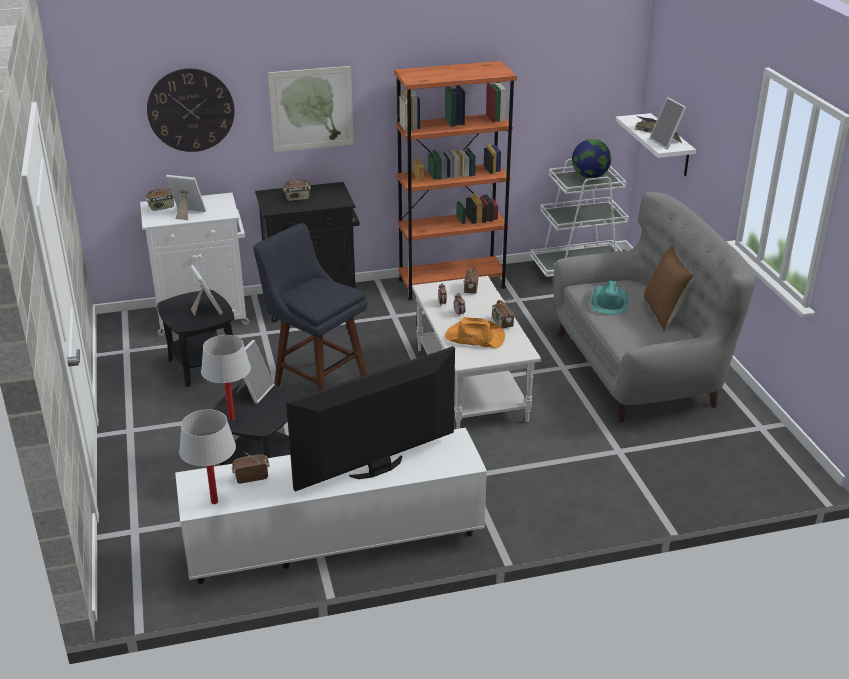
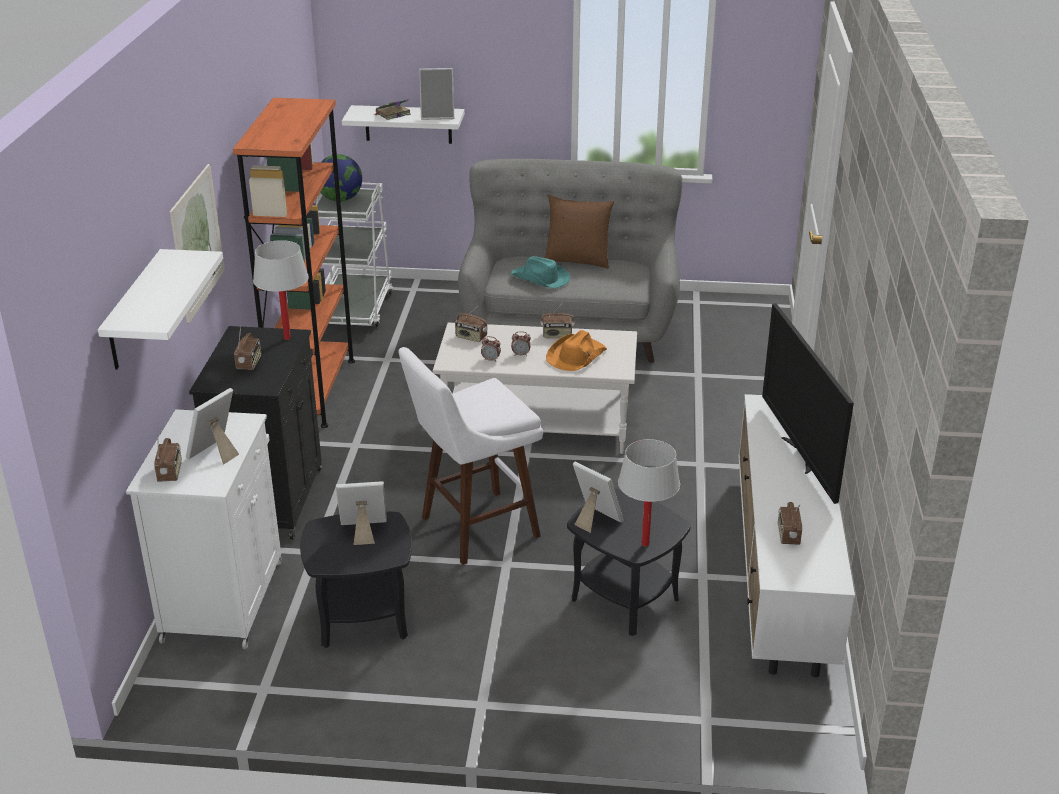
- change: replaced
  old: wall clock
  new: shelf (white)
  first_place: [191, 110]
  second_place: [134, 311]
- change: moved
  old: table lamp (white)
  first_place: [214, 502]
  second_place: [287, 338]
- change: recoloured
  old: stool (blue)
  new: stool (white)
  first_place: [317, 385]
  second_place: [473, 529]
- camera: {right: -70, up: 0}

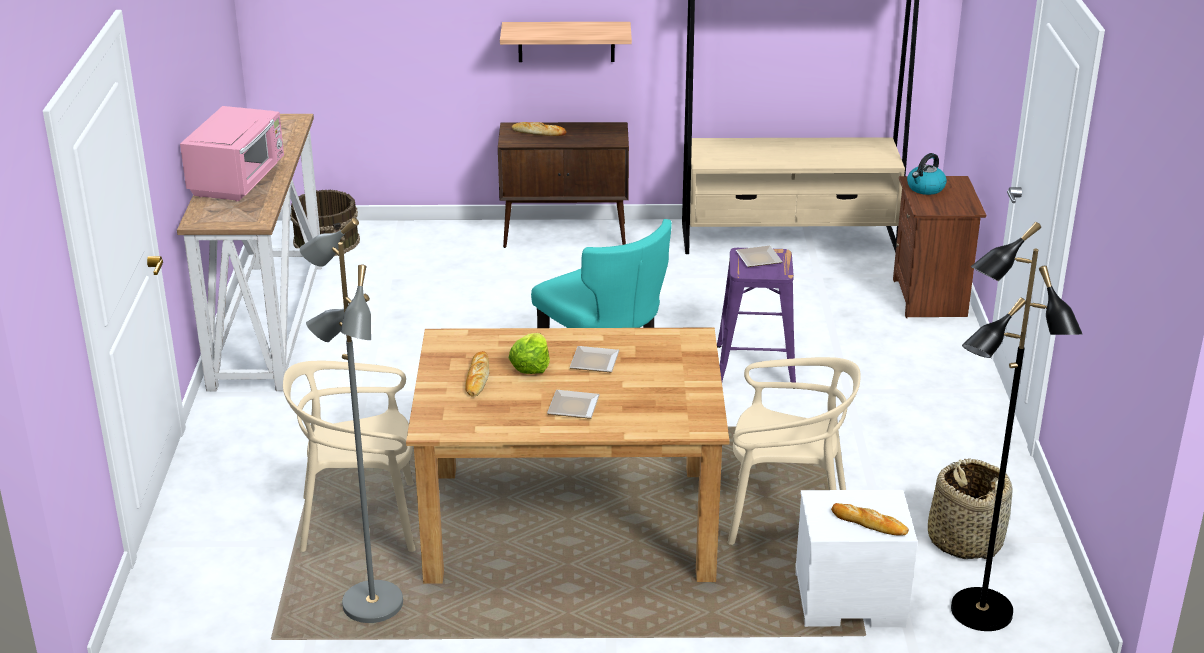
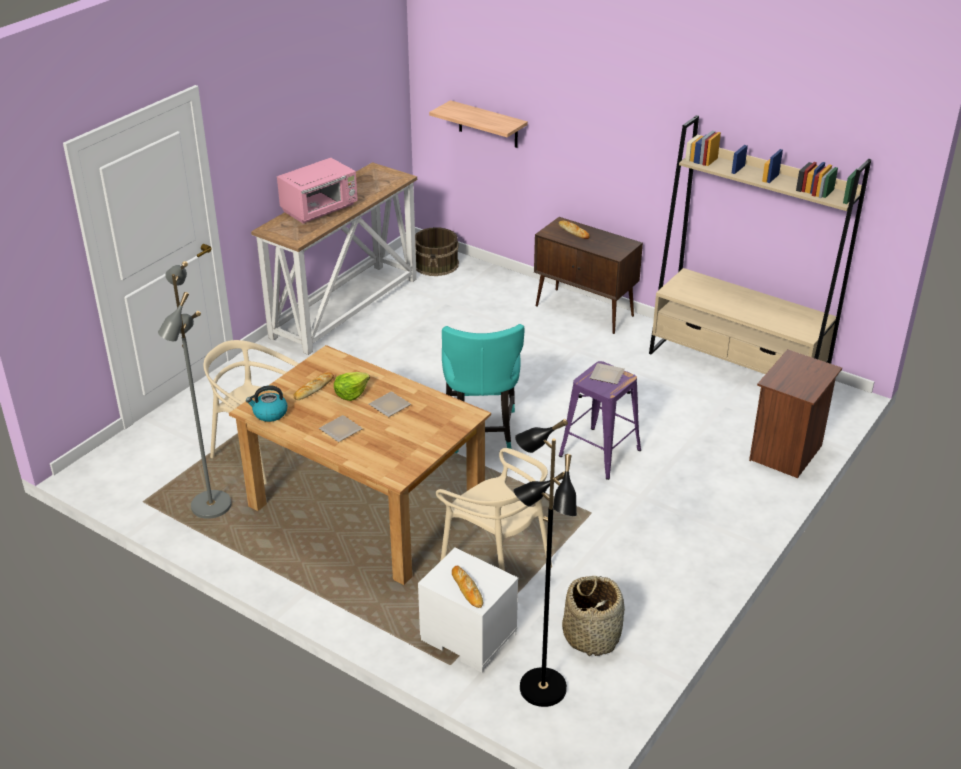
- change: moved
  old: shelf
  first_place: [566, 41]
  second_place: [488, 124]
- change: moved
  old: kettle
  first_place: [925, 188]
  second_place: [269, 413]
- camera: {right: 35, up: 5}

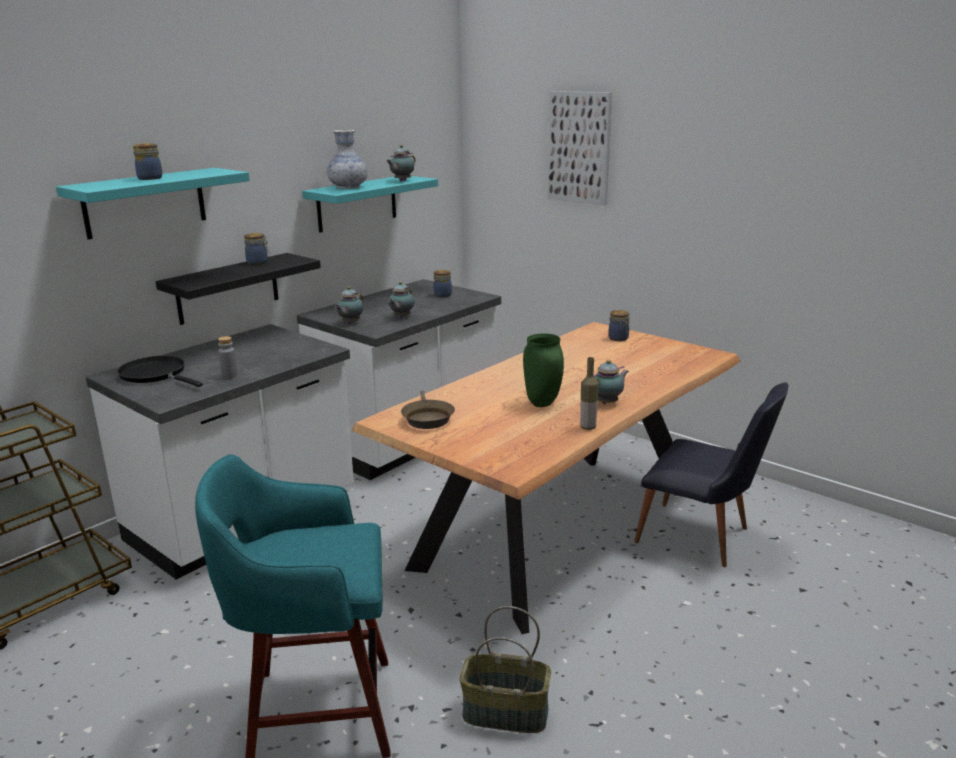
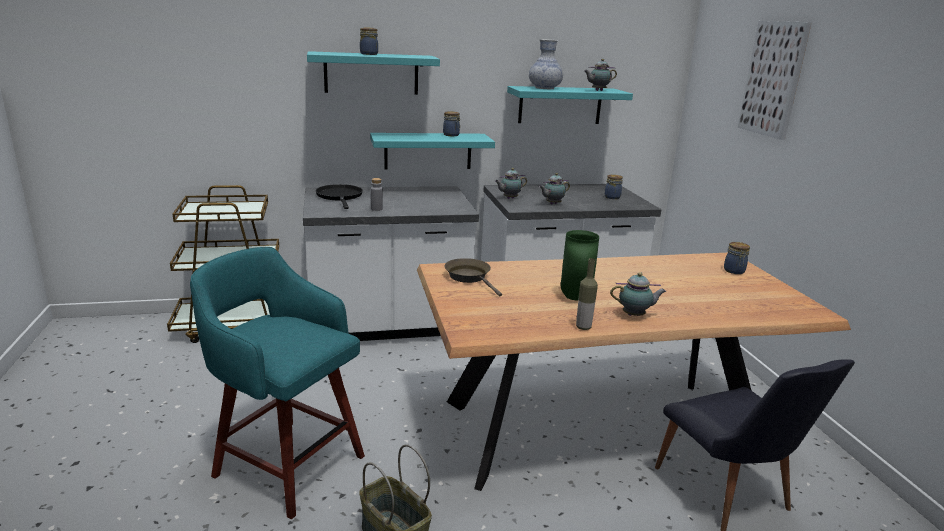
- change: recoloured
  old: shelf (black)
  new: shelf (turquoise)
  first_place: [228, 288]
  second_place: [428, 151]
- change: turned
  old: frying pan (brown)
  first_place: [427, 418]
  second_place: [470, 277]
  degrees: 120
- camera: {right: 35, up: 0}

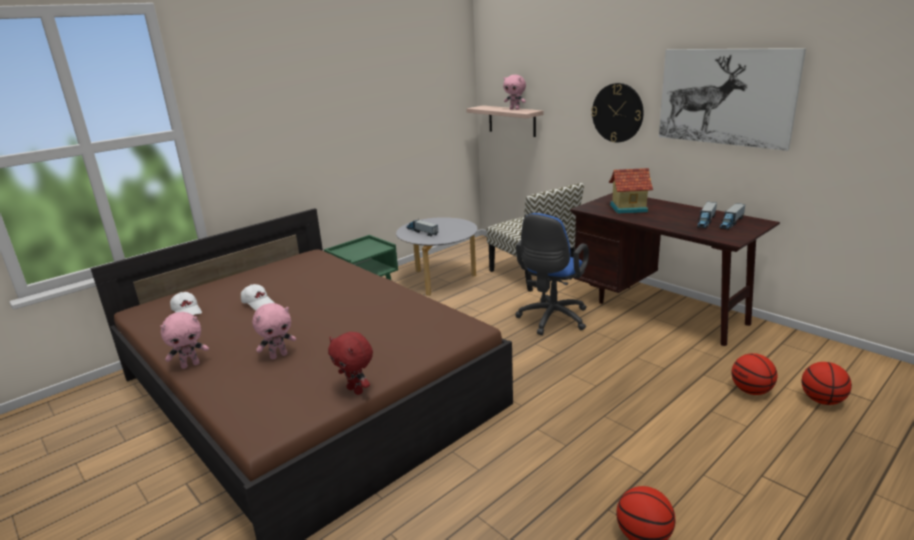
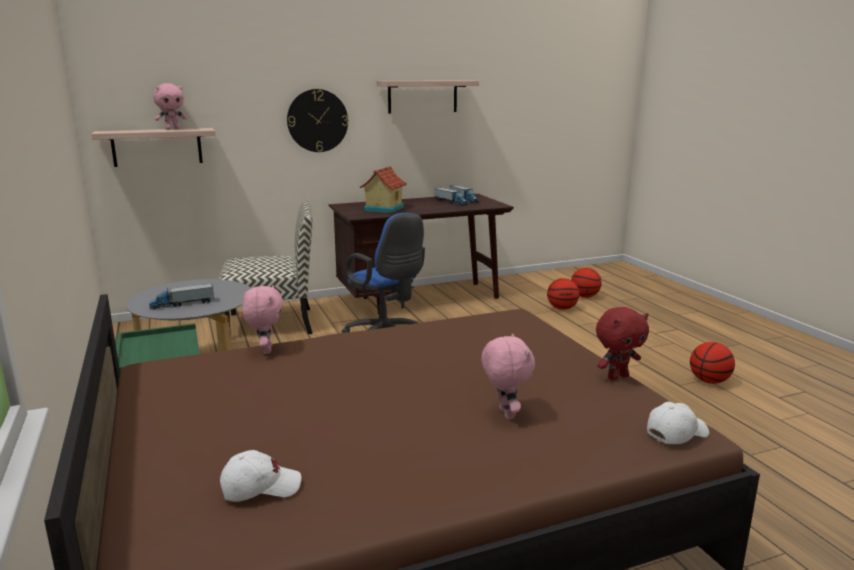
- change: moved
  old: plush toy (pink)
  first_place: [190, 365]
  second_place: [265, 350]
- change: moved
  old: cap (white)
  first_place: [258, 303]
  second_place: [676, 433]
- change: replaced
  old: picture
  new: shelf
  first_place: [725, 97]
  second_place: [422, 96]
- camera: {right: -70, up: -5}

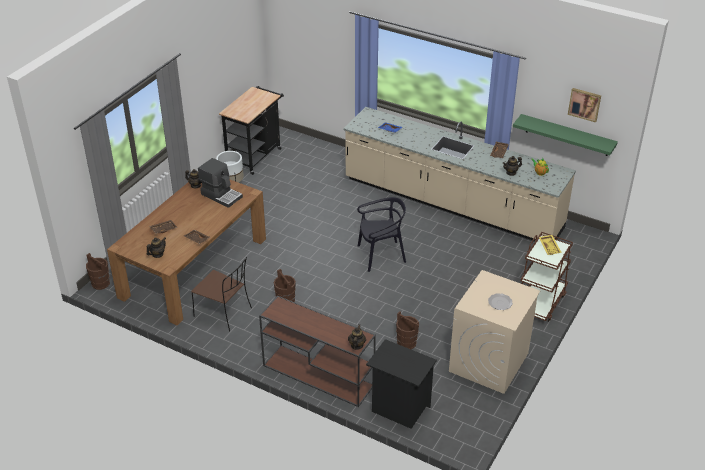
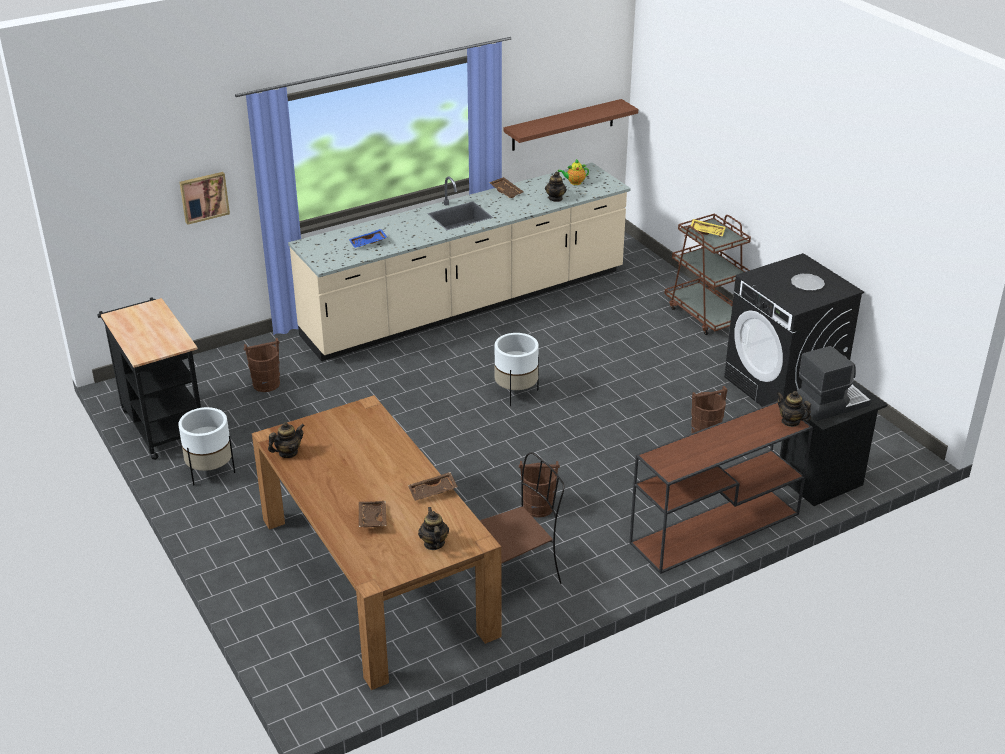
- change: moved
  old: bucket (brown)
  first_place: [100, 283]
  second_place: [266, 384]
- change: moved
  old: coffee machine
  first_place: [221, 195]
  second_place: [830, 403]
- change: replaced
  old: chair (black)
  new: planter (white)
  first_place: [381, 255]
  second_place: [516, 393]
- change: recoloured
  old: washing machine (beige)
  new: washing machine (black)
  first_place: [488, 362]
  second_place: [784, 387]
- change: recoloured
  old: shelf (green)
  new: shelf (brown)
  first_place: [567, 135]
  second_place: [563, 125]
- change: moved
  old: picture
  first_place: [584, 104]
  second_place: [204, 197]
- camera: {right: -60, up: -5}

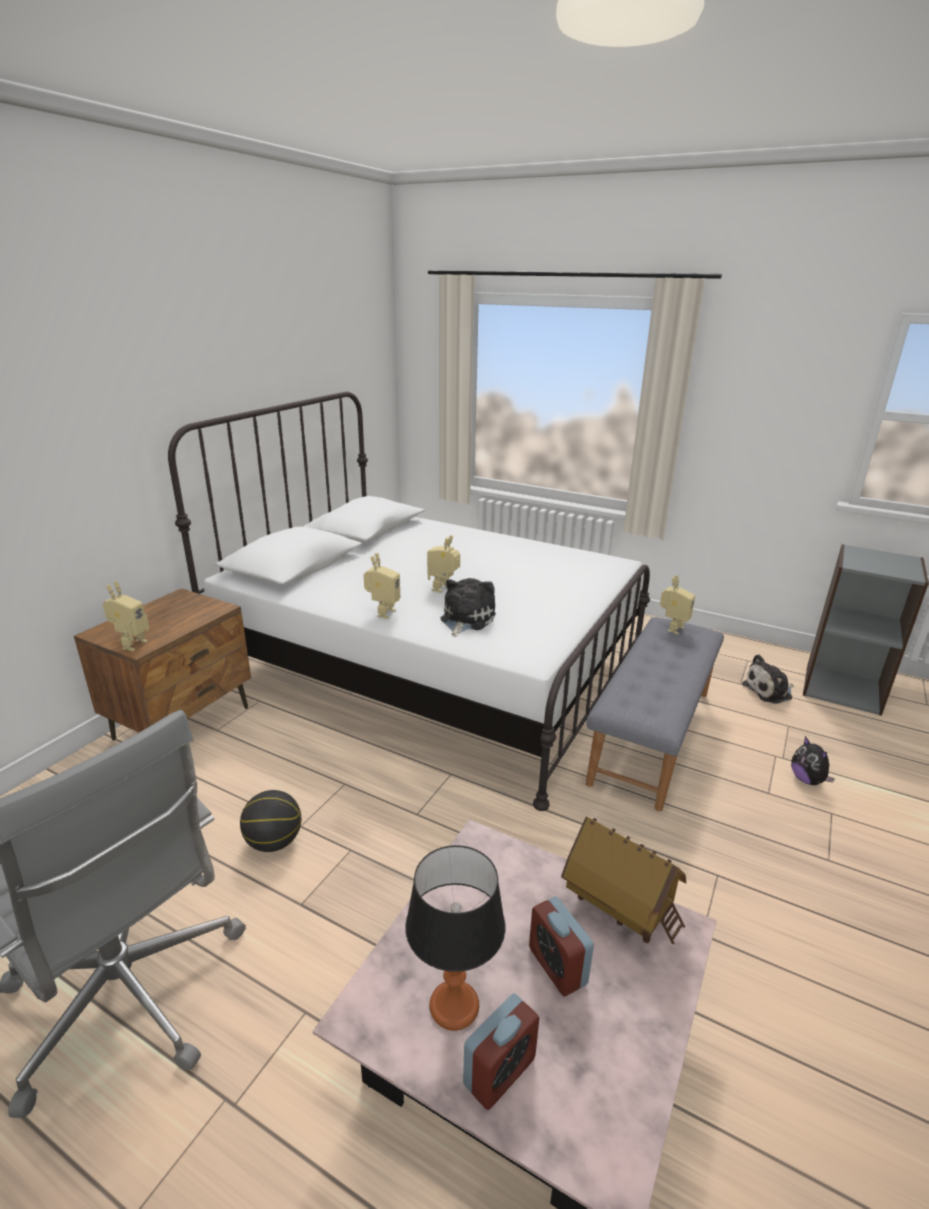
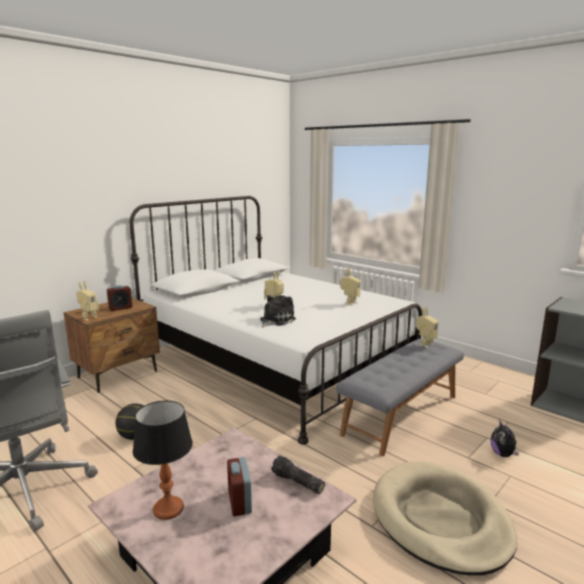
- change: moved
  old: toy robot
  first_place: [383, 613]
  second_place: [349, 303]
- change: moved
  old: alarm clock
  first_place: [499, 1072]
  second_place: [120, 308]
- change: replaced
  old: toy house
  new: flashlight
  first_place: [620, 909]
  second_place: [297, 483]
- change: removed
  old: plush toy
  first_place: [769, 691]
- change: added
  new: dog bed (beige)
  second_place: [440, 520]
- camera: {right: 15, up: -10}

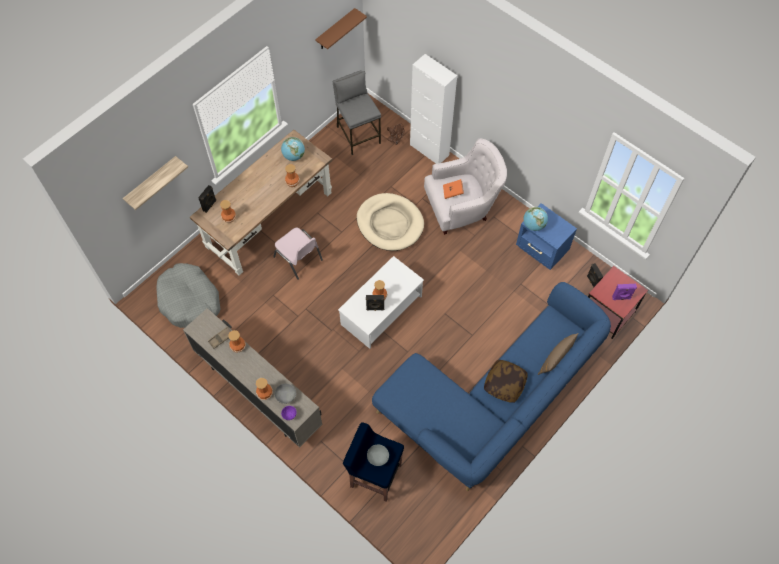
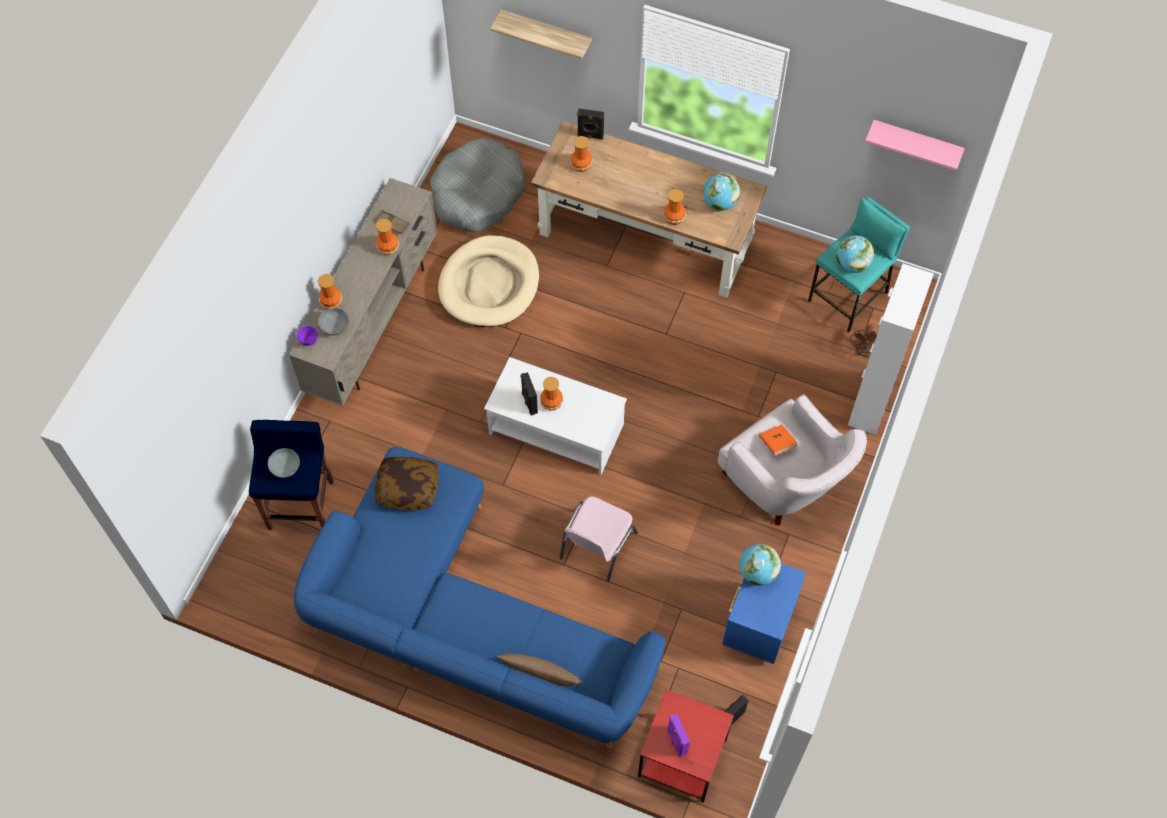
- change: moved
  old: chair (pink)
  first_place: [299, 259]
  second_place: [596, 546]
- change: recoloured
  old: shelf (brown)
  new: shelf (pink)
  first_place: [335, 30]
  second_place: [916, 143]
- change: recoloured
  old: stool (grey)
  new: stool (turquoise)
  first_place: [358, 135]
  second_place: [849, 297]
- change: moved
  old: dog bed (beige)
  first_place: [390, 223]
  second_place: [489, 284]
- change: moved
  old: pillow
  first_place: [504, 383]
  second_place: [408, 488]
- change: added
  new: globe
  second_place: [852, 264]
- camera: {right: 70, up: 0}

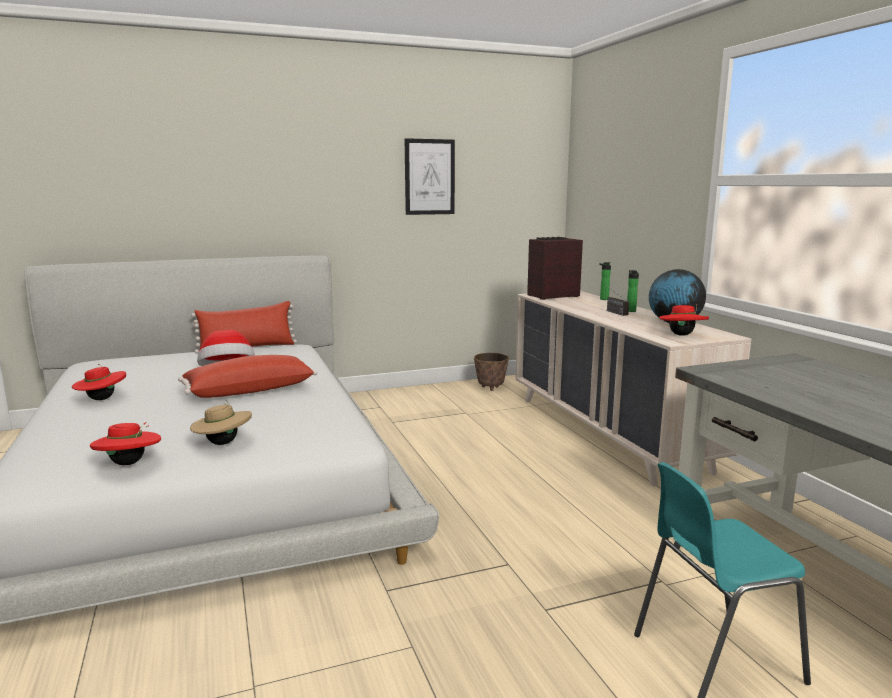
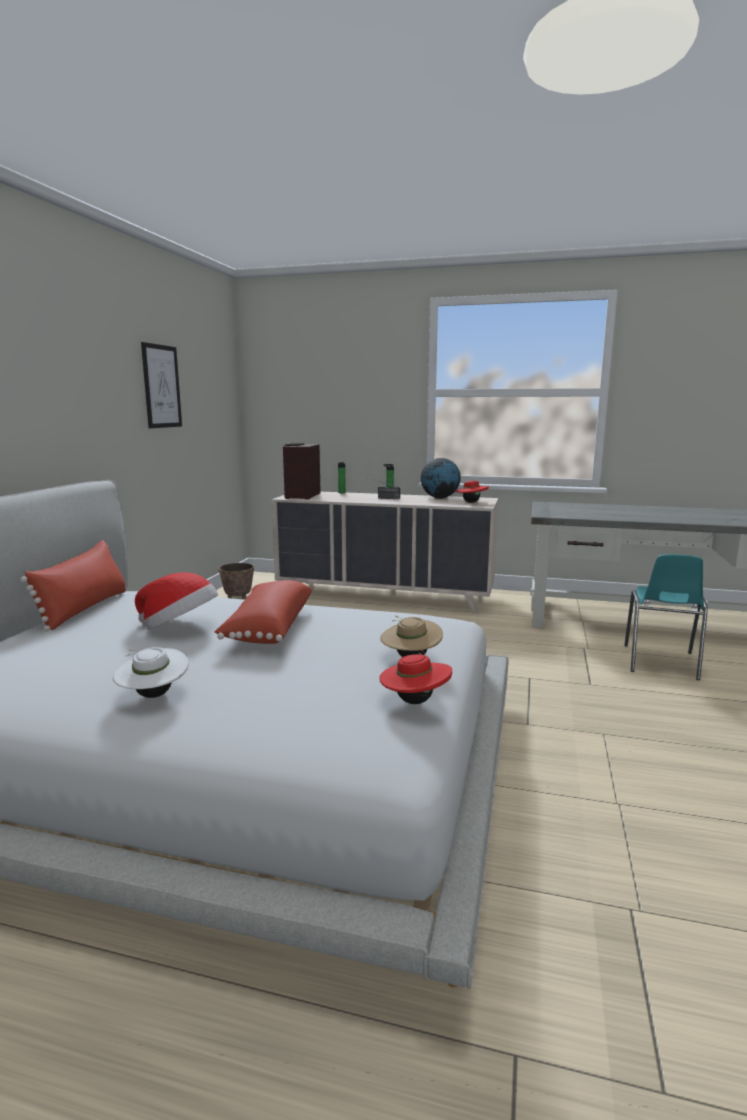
- change: recoloured
  old: hat (red)
  new: hat (white)
  first_place: [101, 399]
  second_place: [153, 695]
- camera: {right: -55, up: 0}

